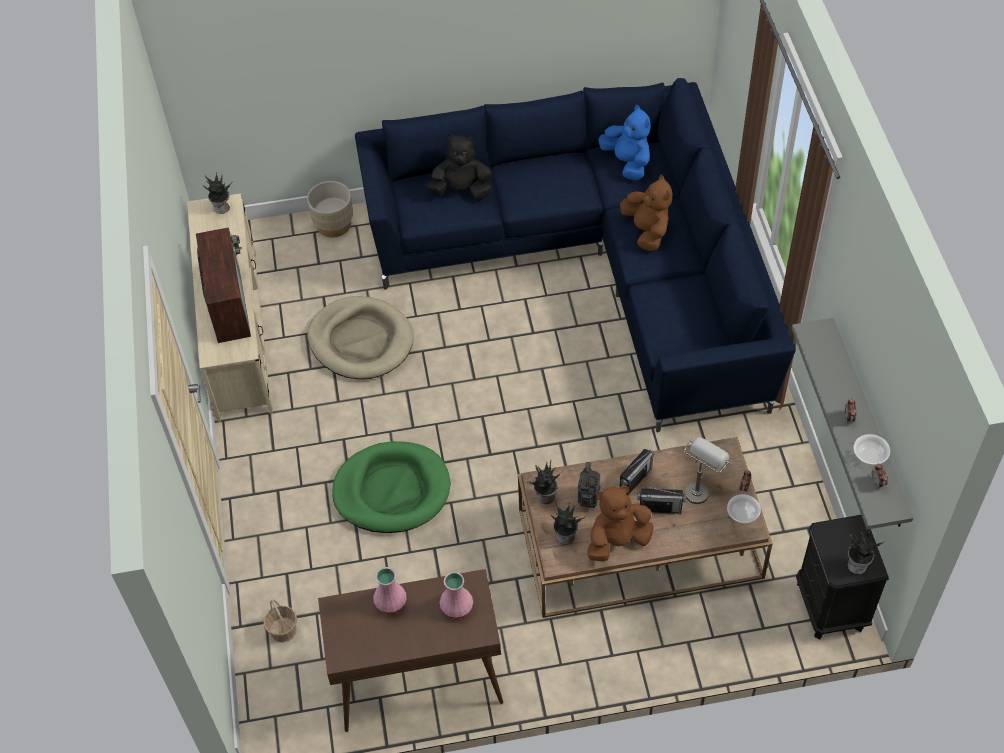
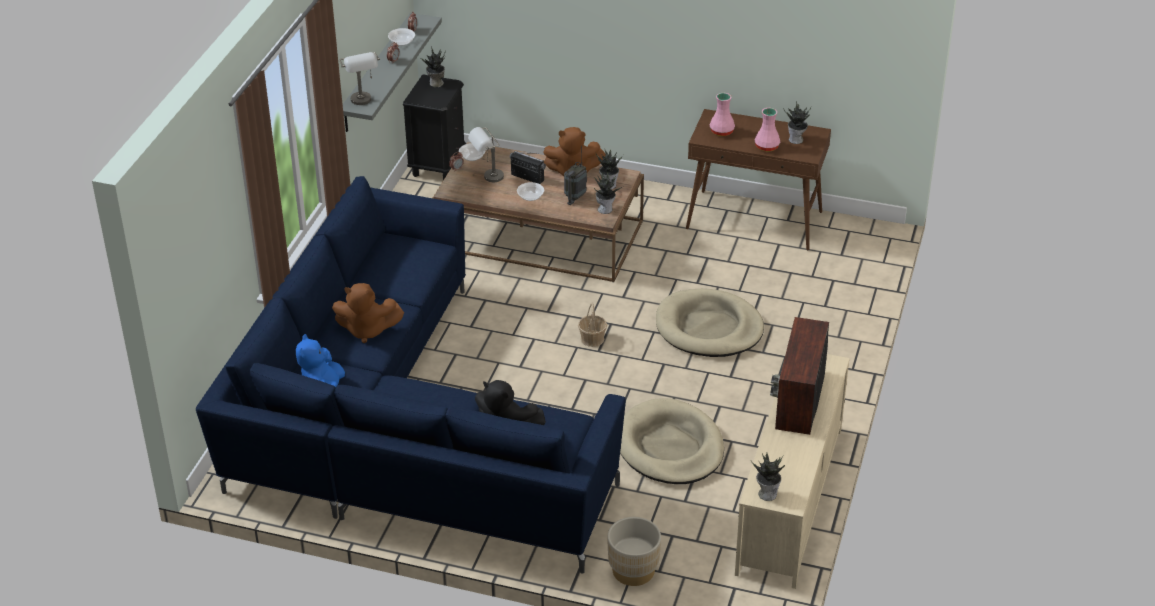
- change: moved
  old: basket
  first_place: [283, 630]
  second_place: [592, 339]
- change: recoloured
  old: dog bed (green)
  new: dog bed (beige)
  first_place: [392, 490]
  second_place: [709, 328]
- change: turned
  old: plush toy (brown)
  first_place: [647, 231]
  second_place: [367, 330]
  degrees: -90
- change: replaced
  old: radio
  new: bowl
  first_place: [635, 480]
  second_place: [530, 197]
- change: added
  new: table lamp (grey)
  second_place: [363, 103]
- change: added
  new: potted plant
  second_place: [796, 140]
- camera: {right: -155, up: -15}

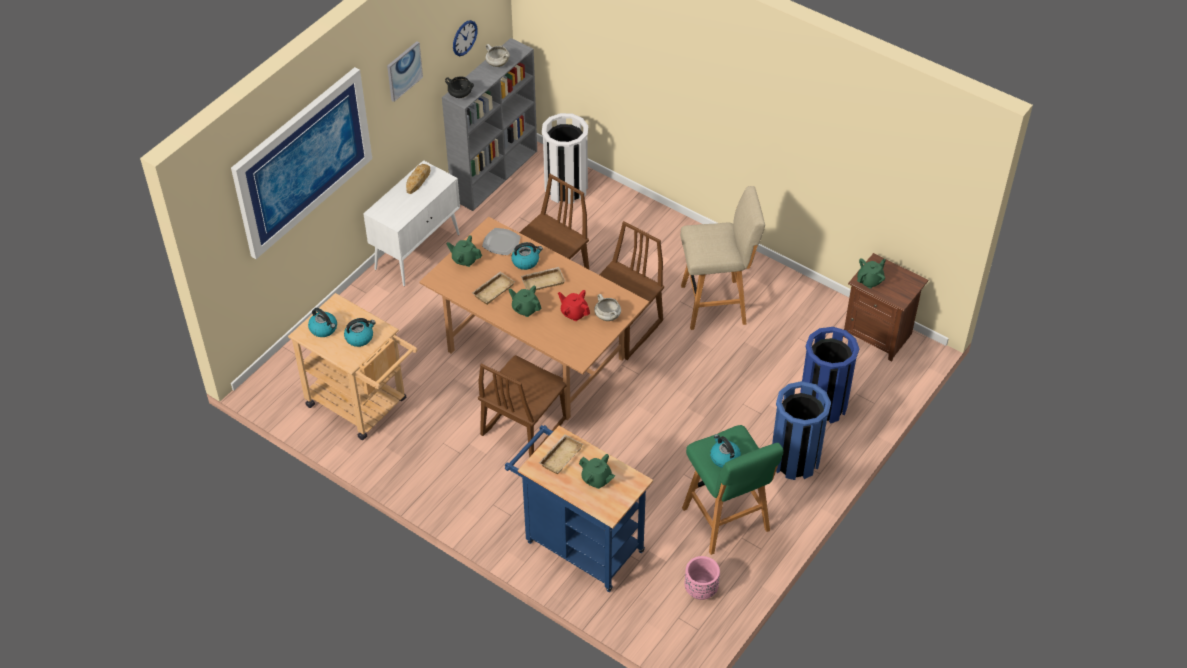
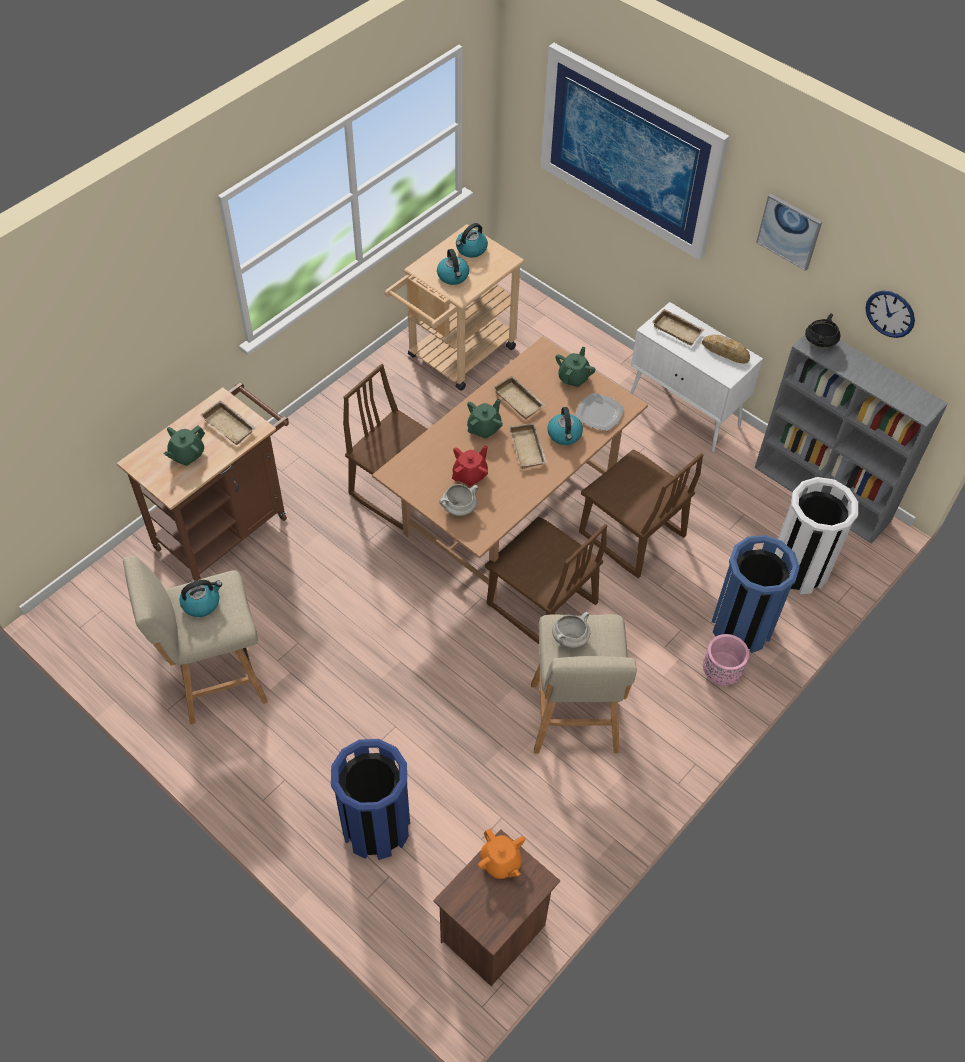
- change: moved
  old: cooking pot (white)
  first_place: [497, 63]
  second_place: [570, 638]
- change: recoloured
  old: cart (blue)
  new: cart (brown)
  first_place: [578, 543]
  second_place: [227, 527]
- change: recoloured
  old: stool (green)
  new: stool (beige)
  first_place: [727, 522]
  second_place: [216, 679]
- change: moved
  old: planter (pink)
  first_place: [701, 589]
  second_place: [720, 672]
- change: moved
  old: trash can (blue)
  first_place: [795, 460]
  second_place: [741, 627]
- change: recoloured
  old: teapot (green)
  new: teapot (orange)
  first_place: [870, 280]
  second_place: [500, 862]
- change: added
  new: tray (beige)
  second_place: [678, 330]
- camera: {right: 95, up: 5}

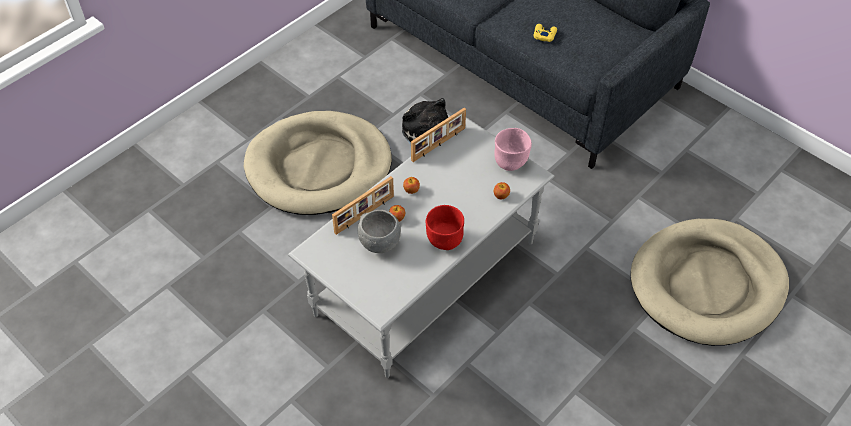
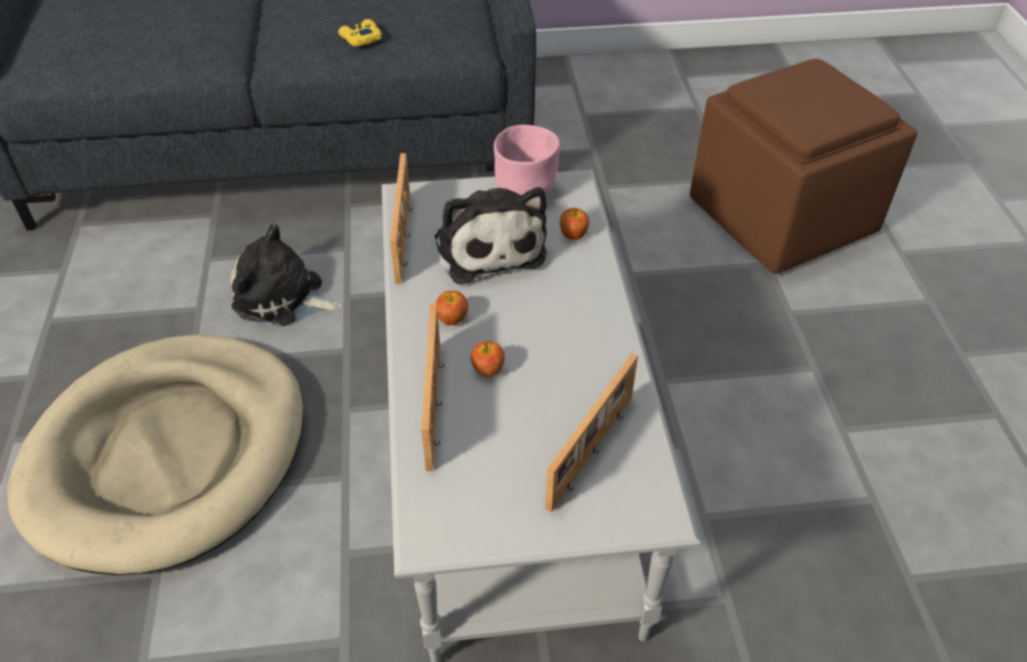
- change: removed
  old: bowl (grey)
  first_place: [379, 244]
- change: removed
  old: bowl (red)
  first_place: [444, 241]
- change: replaced
  old: dog bed (beige)
  new: ottoman (brown)
  first_place: [707, 284]
  second_place: [781, 216]
- change: added
  new: plush toy
  second_place: [488, 246]
- change: added
  new: picture frame
  second_place: [592, 451]
- camera: {right: -50, up: -5}

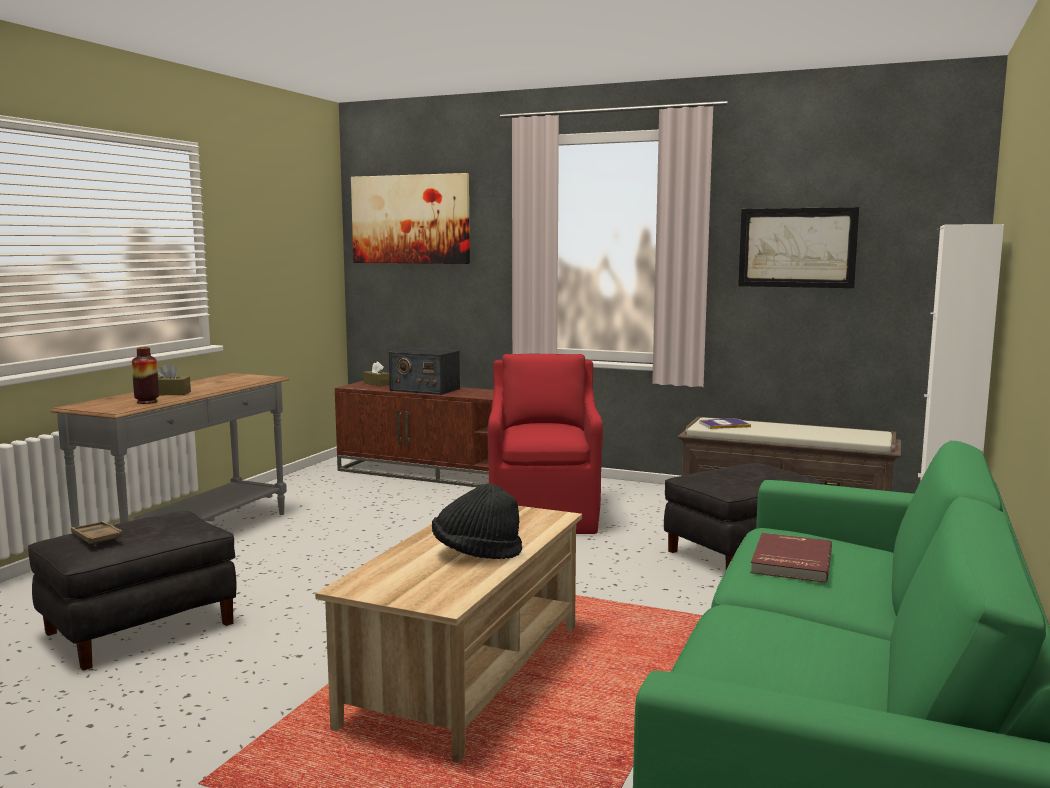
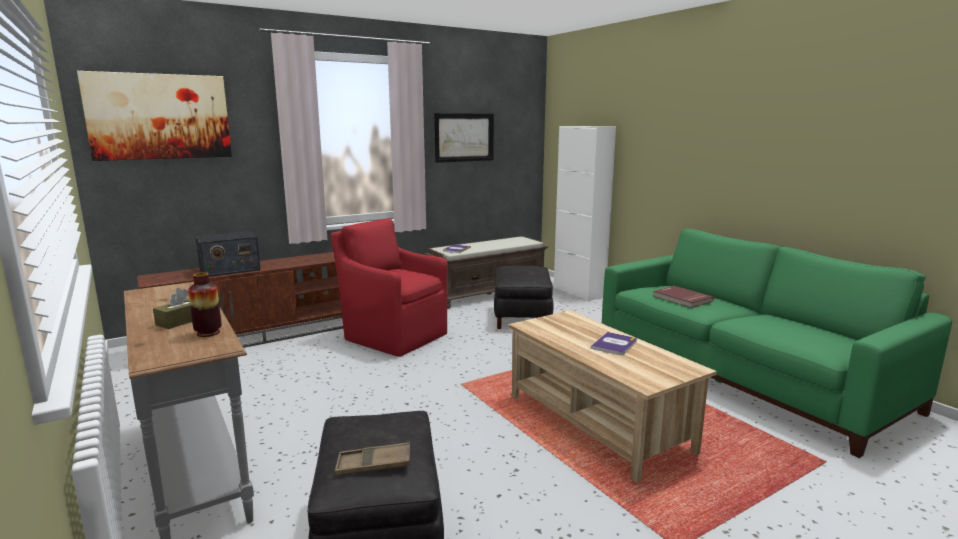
- change: removed
  old: tissue box (brown)
  first_place: [376, 384]
- change: replaced
  old: hat (black)
  new: book
  first_place: [476, 553]
  second_place: [614, 344]
- camera: {right: -55, up: 5}

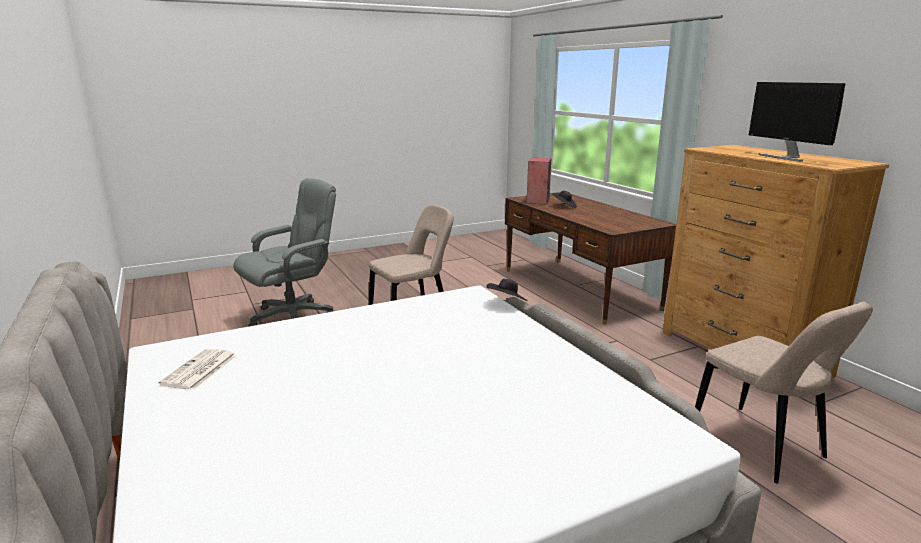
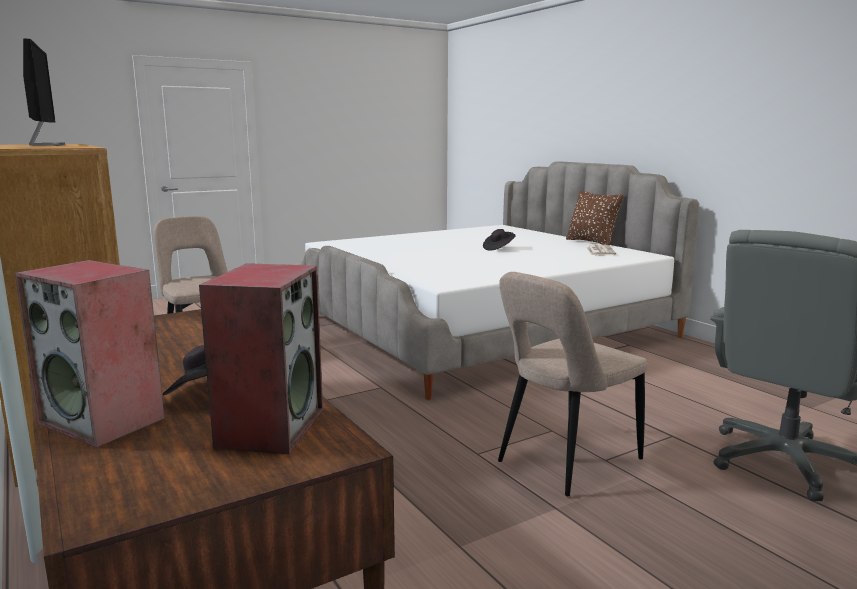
- change: moved
  old: hat (black)
  first_place: [507, 302]
  second_place: [498, 248]
- change: added
  new: speaker
  second_place: [104, 421]
- change: added
  new: pillow (brown)
  second_place: [591, 242]
- camera: {right: 175, up: -5}

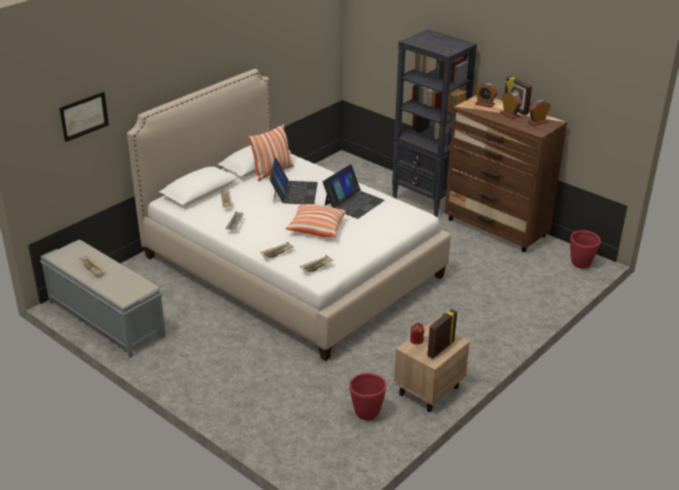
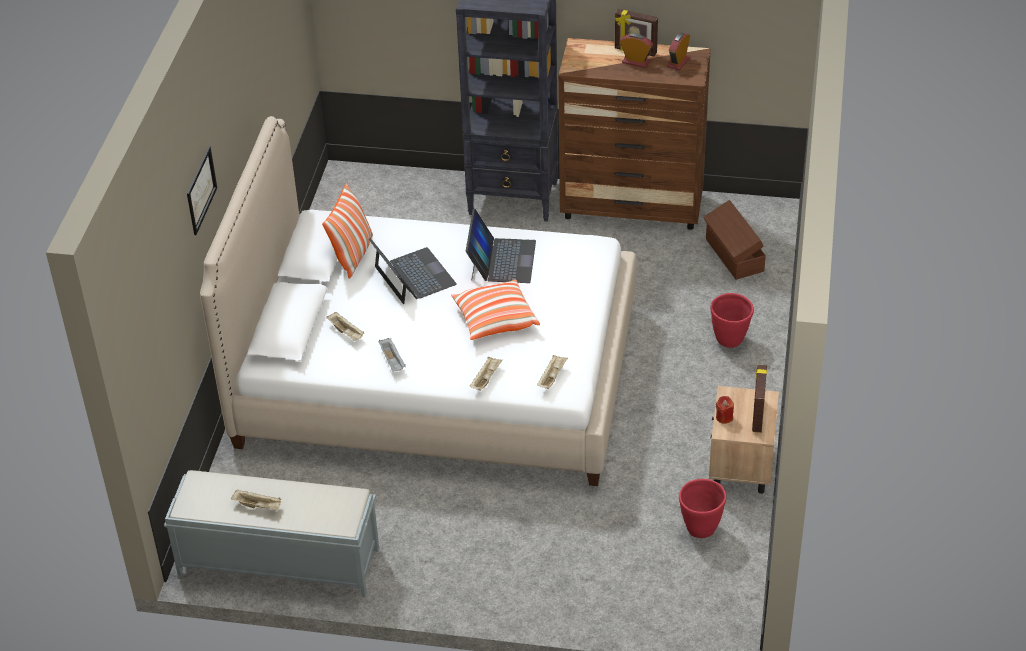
- change: moved
  old: picture
  first_place: [84, 116]
  second_place: [201, 190]
- change: removed
  old: alarm clock
  first_place: [484, 104]
- change: moved
  old: planter (red)
  first_place: [581, 264]
  second_place: [730, 340]
- change: added
  new: storage box (brown)
  second_place: [733, 256]
- camera: {right: -30, up: 10}

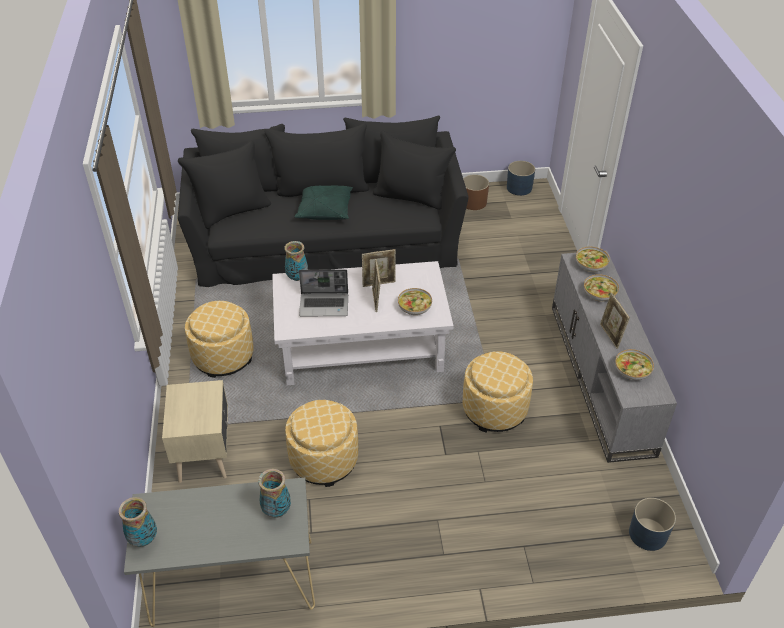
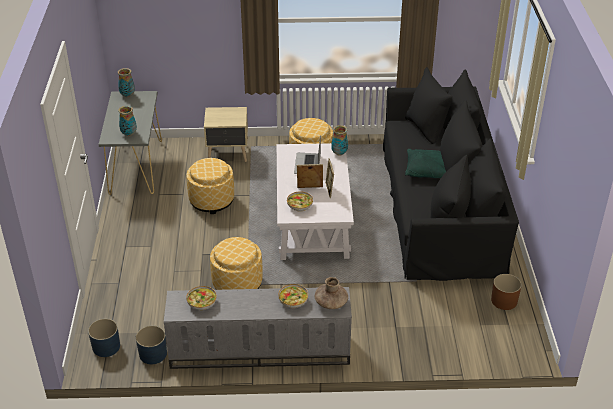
- change: moved
  old: planter (blue)
  first_place: [519, 188]
  second_place: [153, 354]
- change: replaced
  old: bowl
  new: vase (brown)
  first_place: [591, 265]
  second_place: [331, 302]
- change: removed
  old: picture frame
  first_place: [610, 336]
- camera: {right: 95, up: -5}

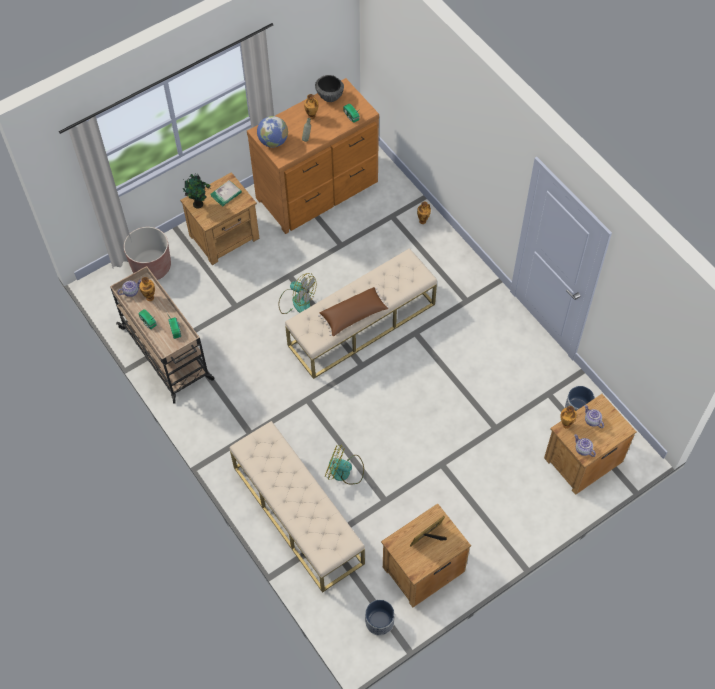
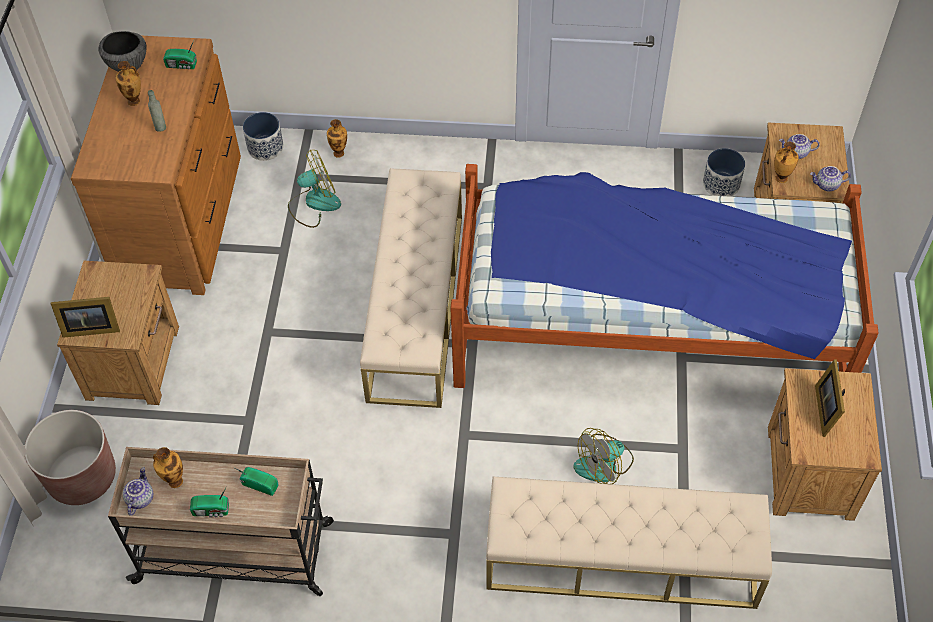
- change: replaced
  old: potted plant
  new: picture frame
  first_place: [199, 204]
  second_place: [89, 328]
- change: removed
  old: book
  first_place: [226, 194]
- change: removed
  old: globe
  first_place: [273, 141]
- change: moved
  old: fan
  first_place: [296, 301]
  second_place: [314, 203]
- change: removed
  old: pillow (brown)
  first_place: [354, 316]
- change: moved
  old: planter
  first_place: [379, 622]
  second_place: [265, 148]
- change: added
  new: bed
  second_place: [647, 325]
- camera: {right: -50, up: -5}

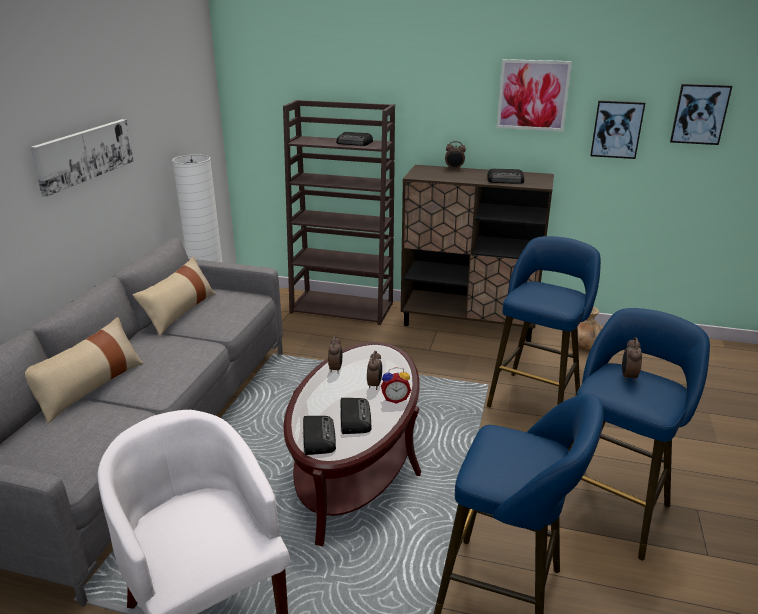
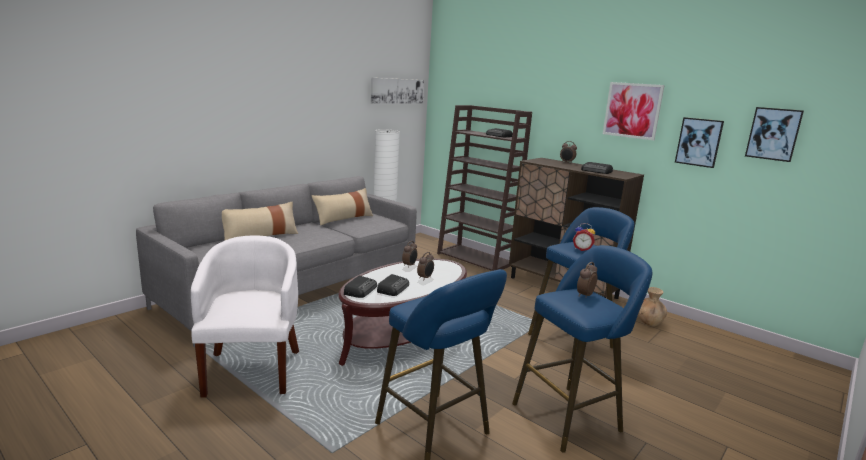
- change: moved
  old: picture
  first_place: [84, 154]
  second_place: [397, 91]
- change: moved
  old: alarm clock
  first_place: [395, 398]
  second_place: [582, 249]
- camera: {right: 25, up: -10}

